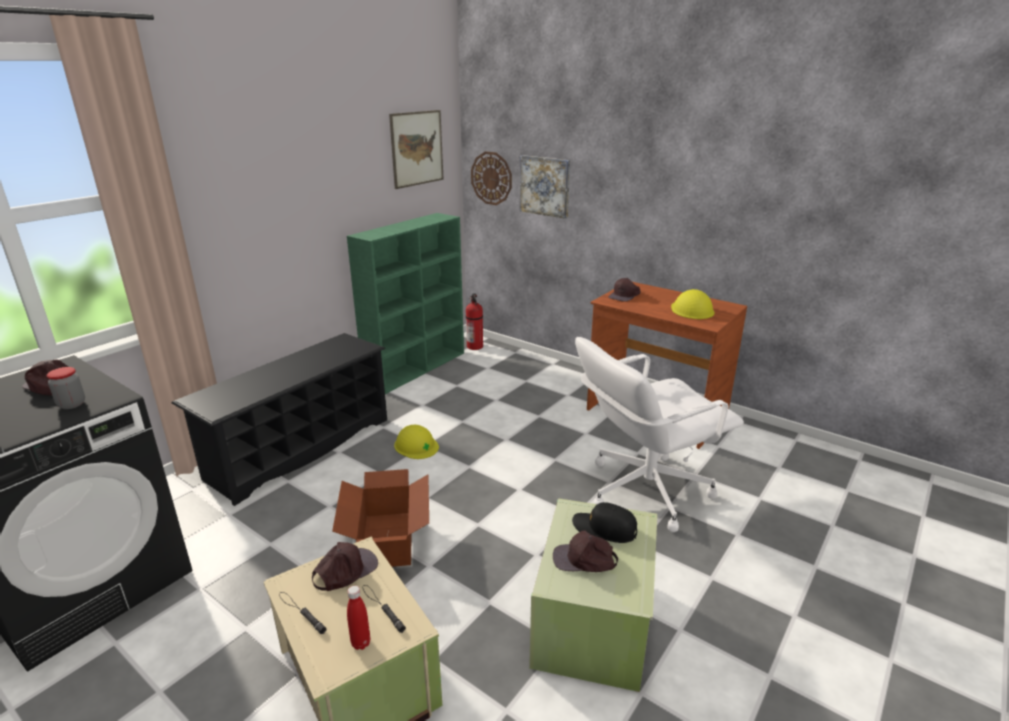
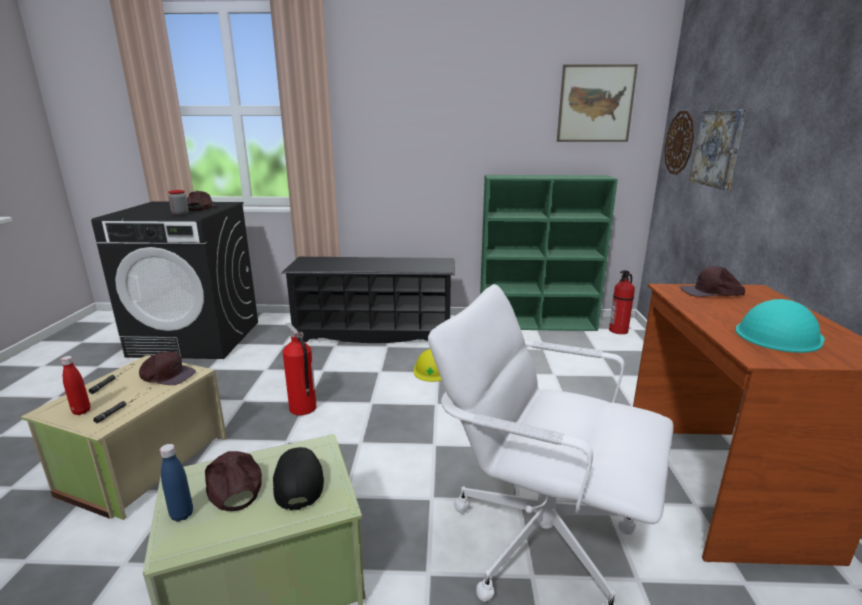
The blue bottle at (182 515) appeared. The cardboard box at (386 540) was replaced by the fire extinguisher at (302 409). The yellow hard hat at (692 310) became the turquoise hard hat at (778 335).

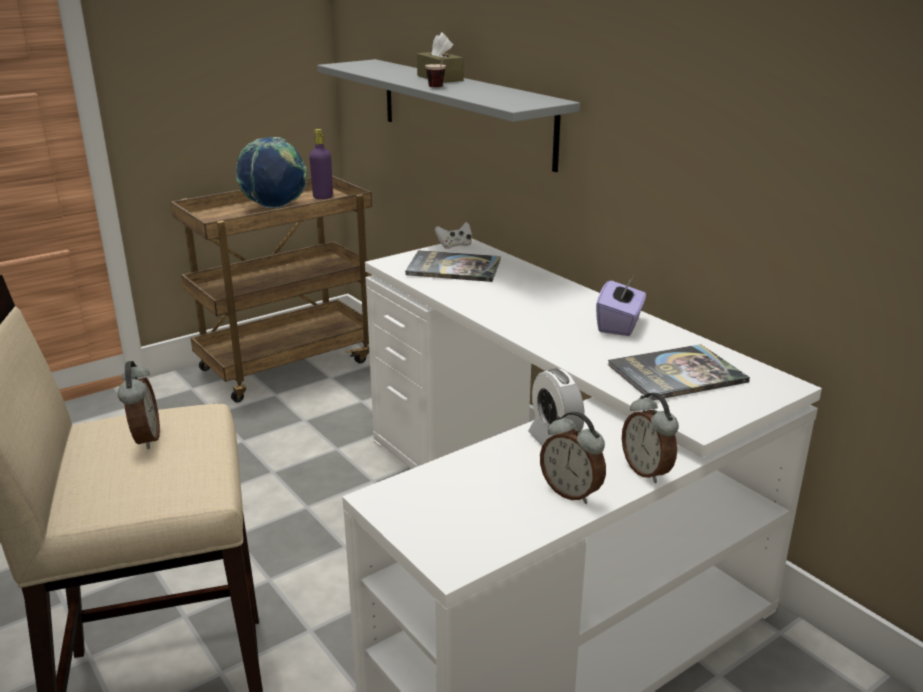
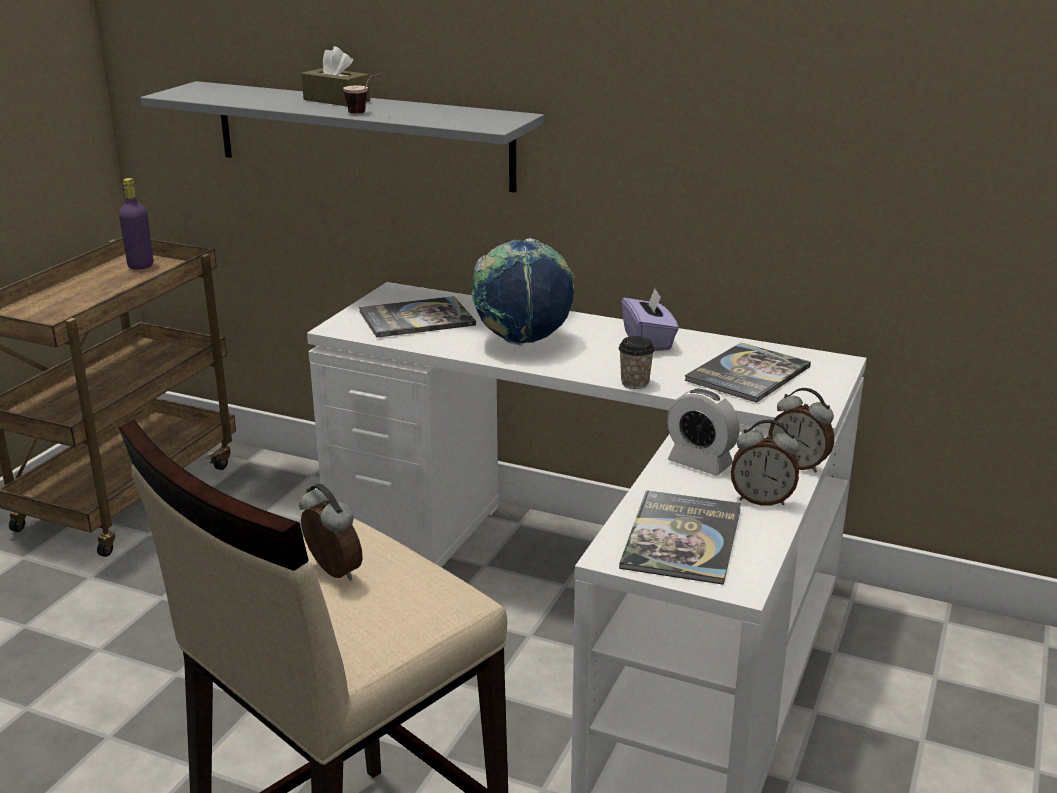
The white game controller at (454 246) disappeared. The cup at (635 383) appeared. The book at (682 538) appeared. The globe moved from (275 207) to (522 341).

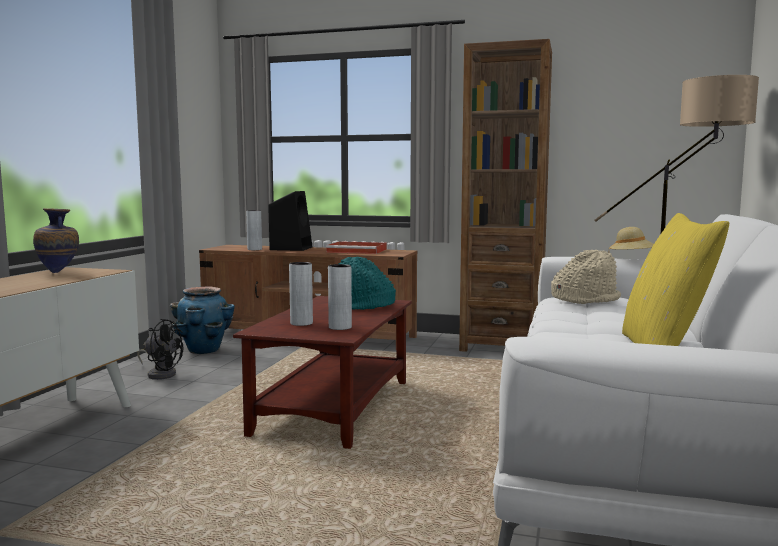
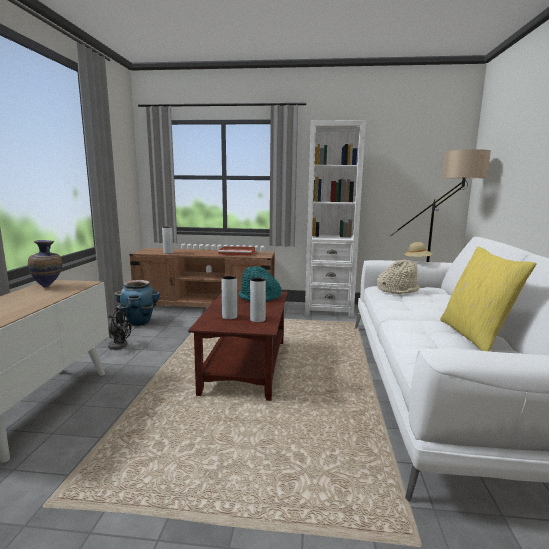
The black speaker at (291 248) disappeared. The brown bookcase at (502 345) became the white bookcase at (328 310).

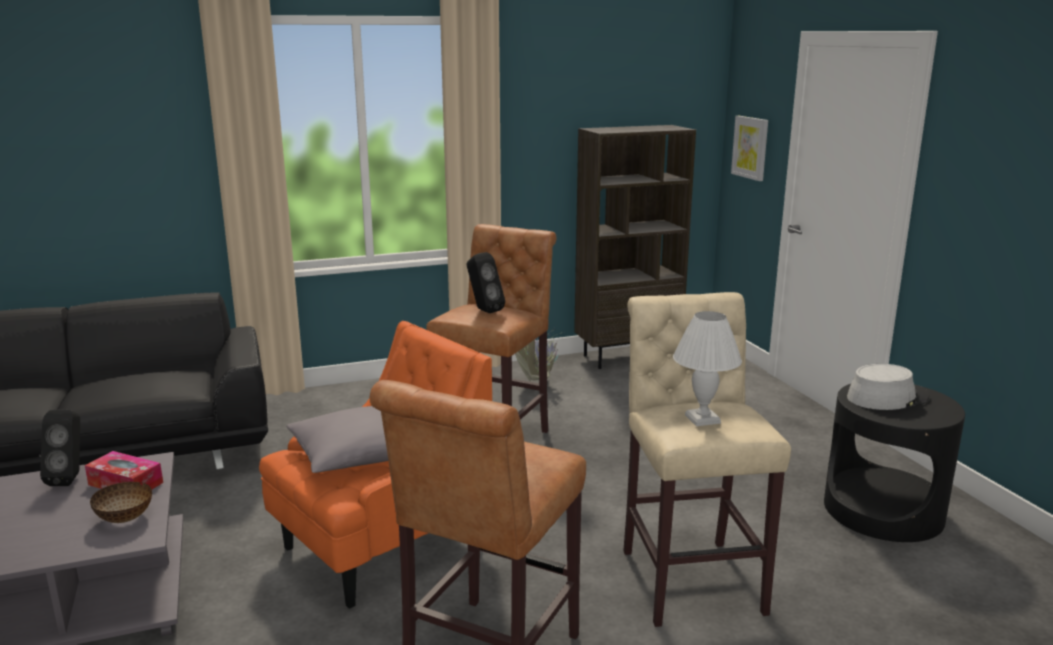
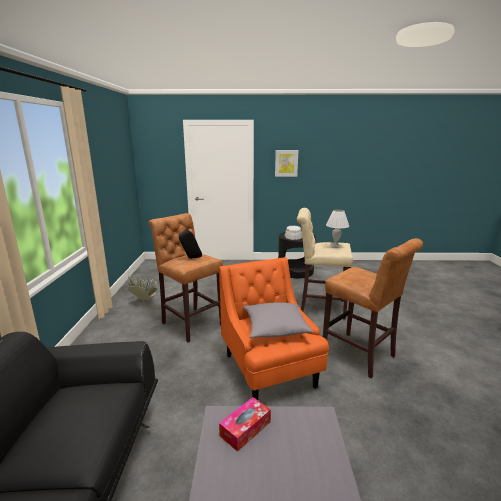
The black speaker at (71 478) disappeared. The bowl at (125 519) disappeared. The brown bookcase at (627 356) disappeared. The picture moved from (750 147) to (286 163).

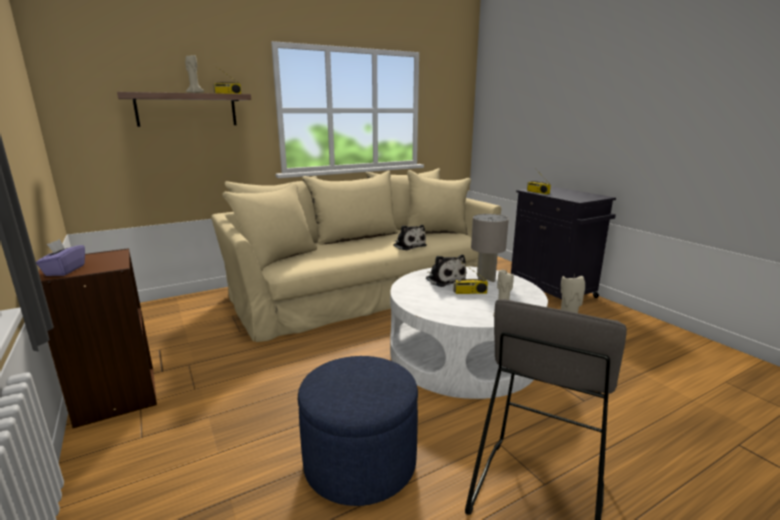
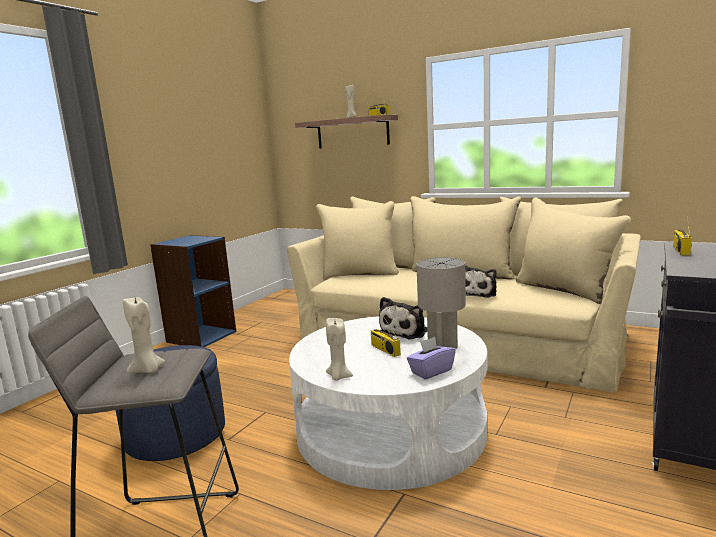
The purple tissue box moved from (64 270) to (431 371). The brown bookcase at (115 396) became the blue bookcase at (201 336).

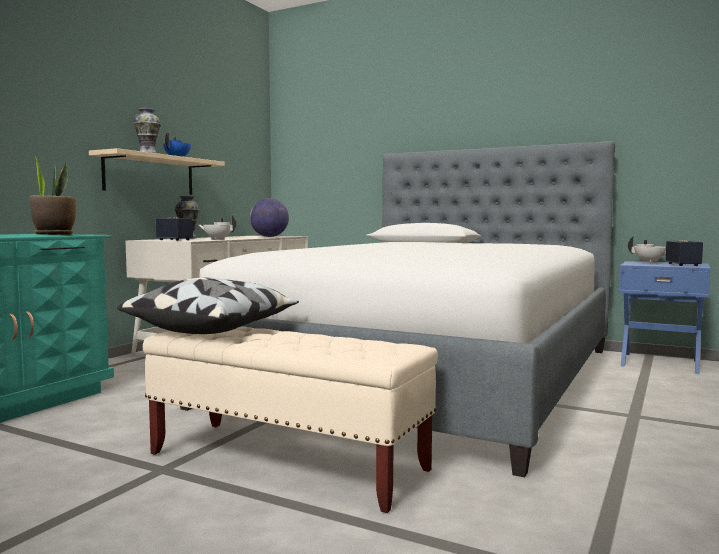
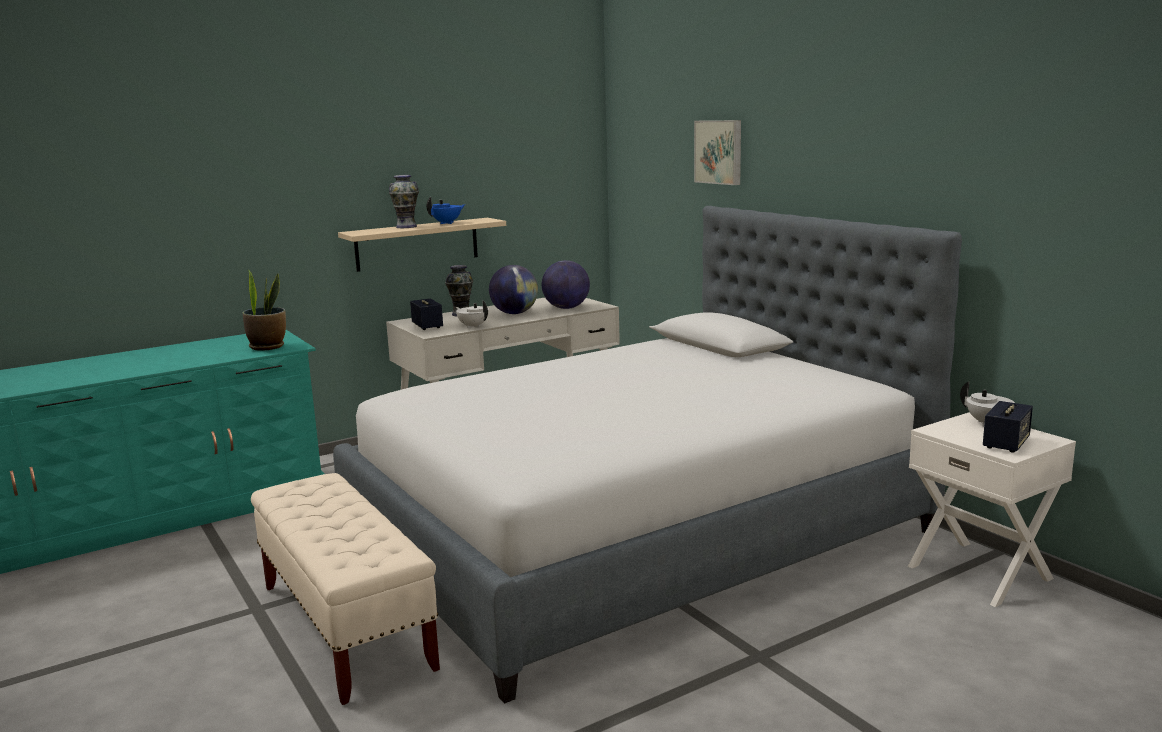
The pillow at (213 329) disappeared. The globe at (514 313) appeared. The picture at (719 152) appeared. The blue nightstand at (660 362) became the white nightstand at (980 572).

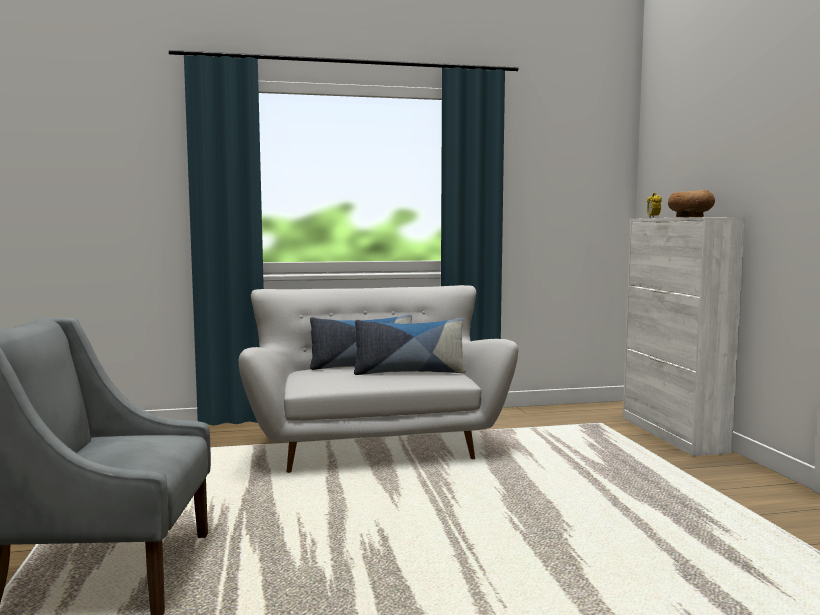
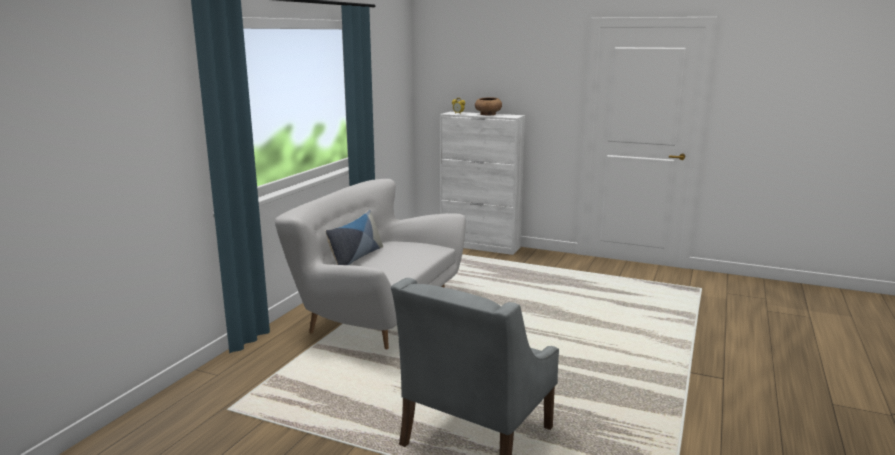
The pillow at (409 372) disappeared.

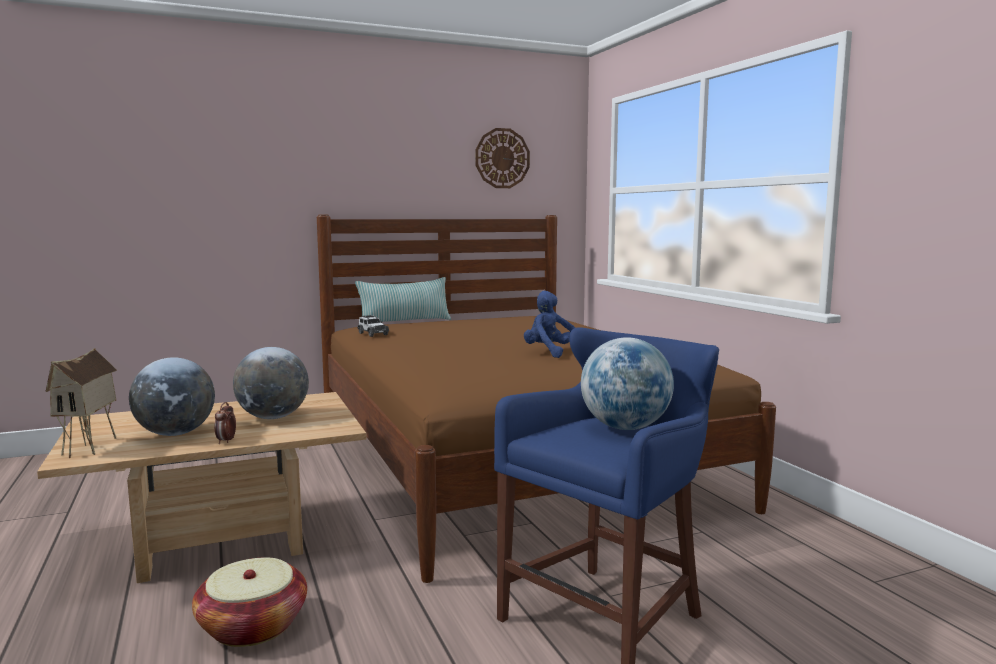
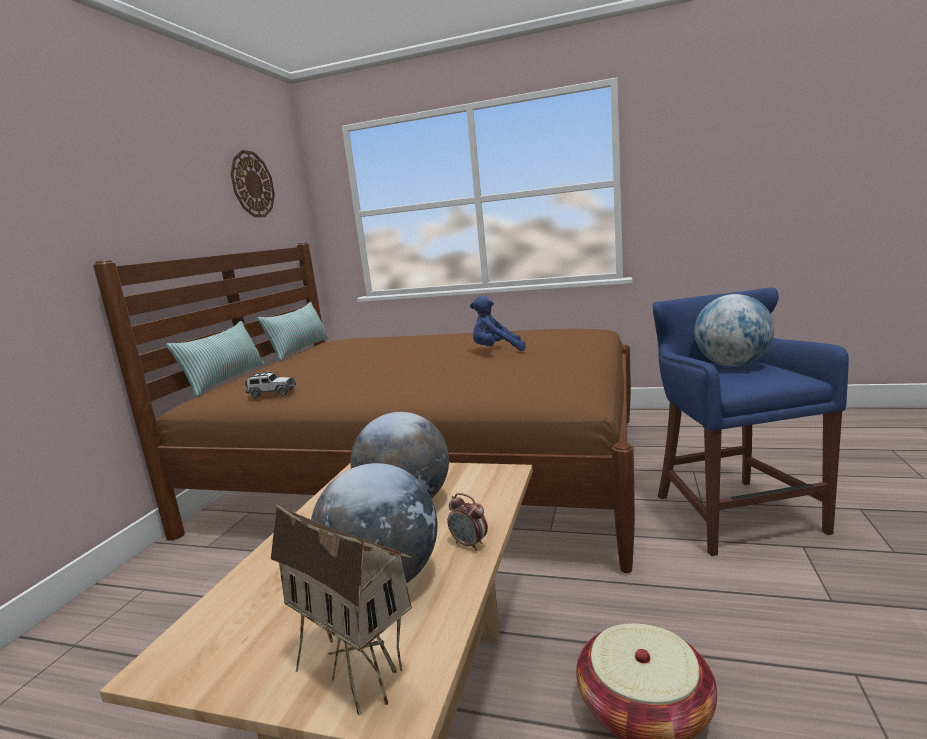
The pillow at (300 350) appeared.

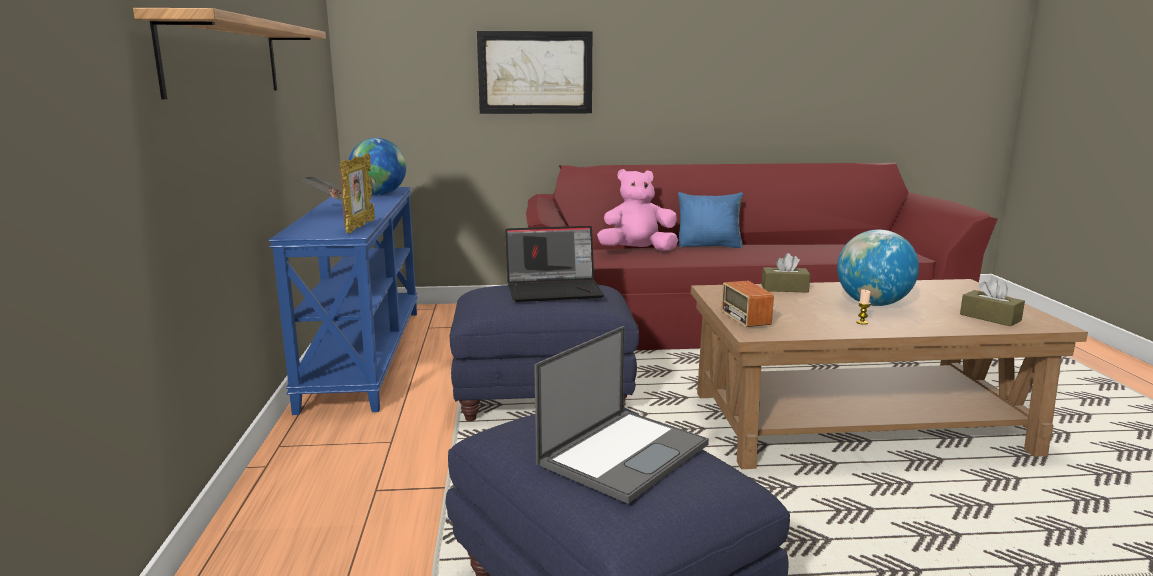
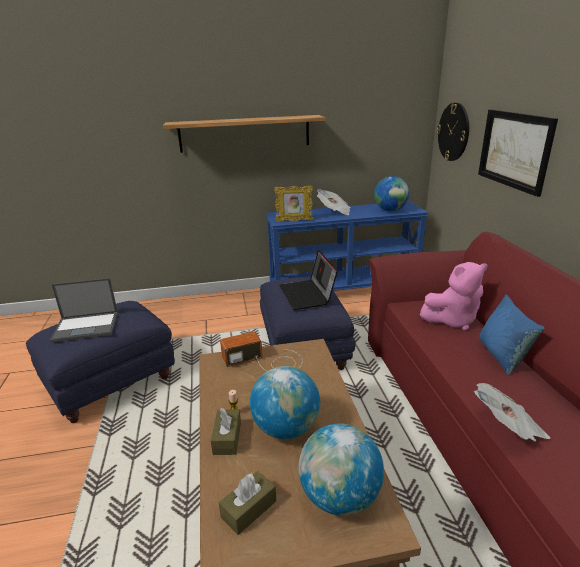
The globe at (339 497) appeared. The wall clock at (453 132) appeared. The newspaper at (507 427) appeared. The brown tissue box moved from (784 288) to (227 438). The laptop at (624 453) turned 45 degrees counterclockwise. The pink plush toy at (637 251) turned 90 degrees clockwise.

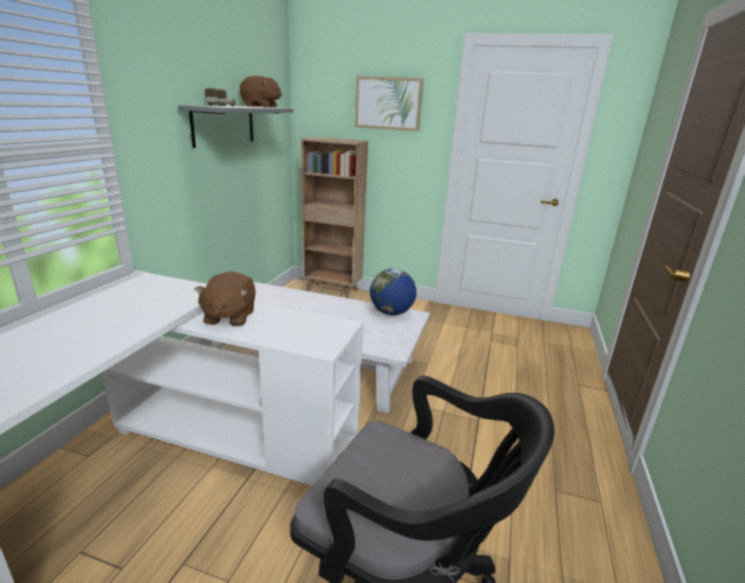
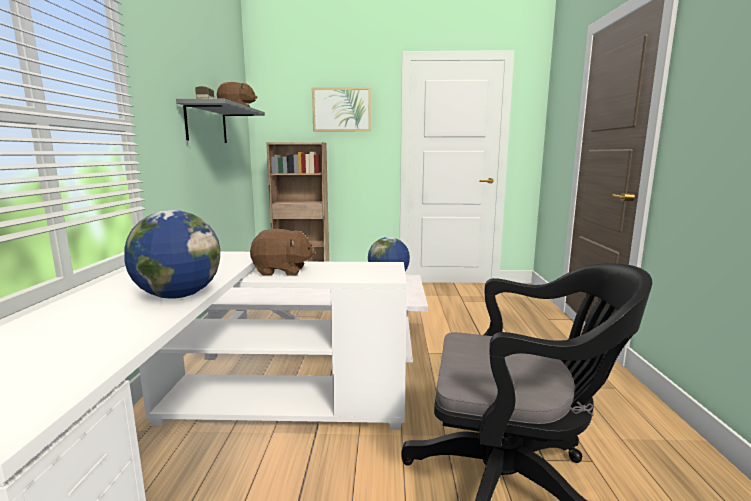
The globe at (178 296) appeared. The brown plush toy at (229 317) turned 75 degrees counterclockwise.

